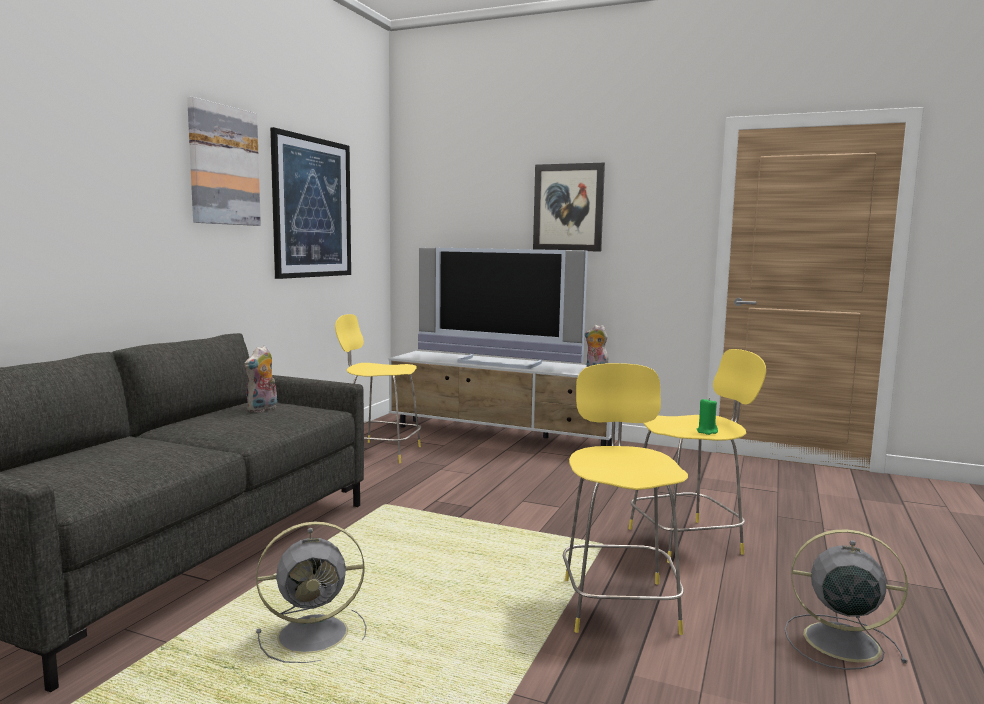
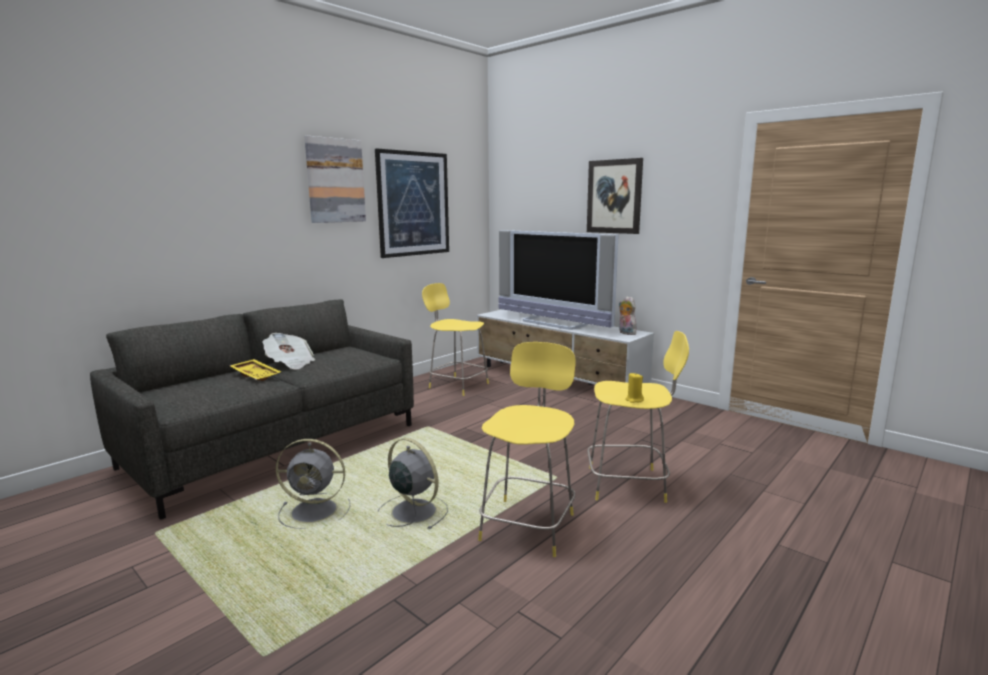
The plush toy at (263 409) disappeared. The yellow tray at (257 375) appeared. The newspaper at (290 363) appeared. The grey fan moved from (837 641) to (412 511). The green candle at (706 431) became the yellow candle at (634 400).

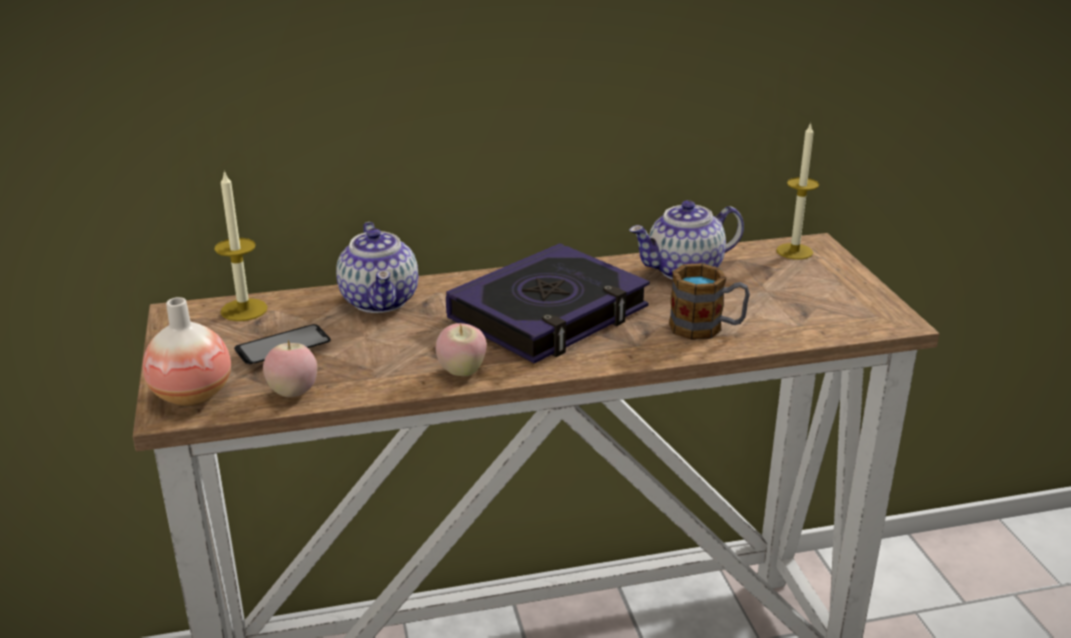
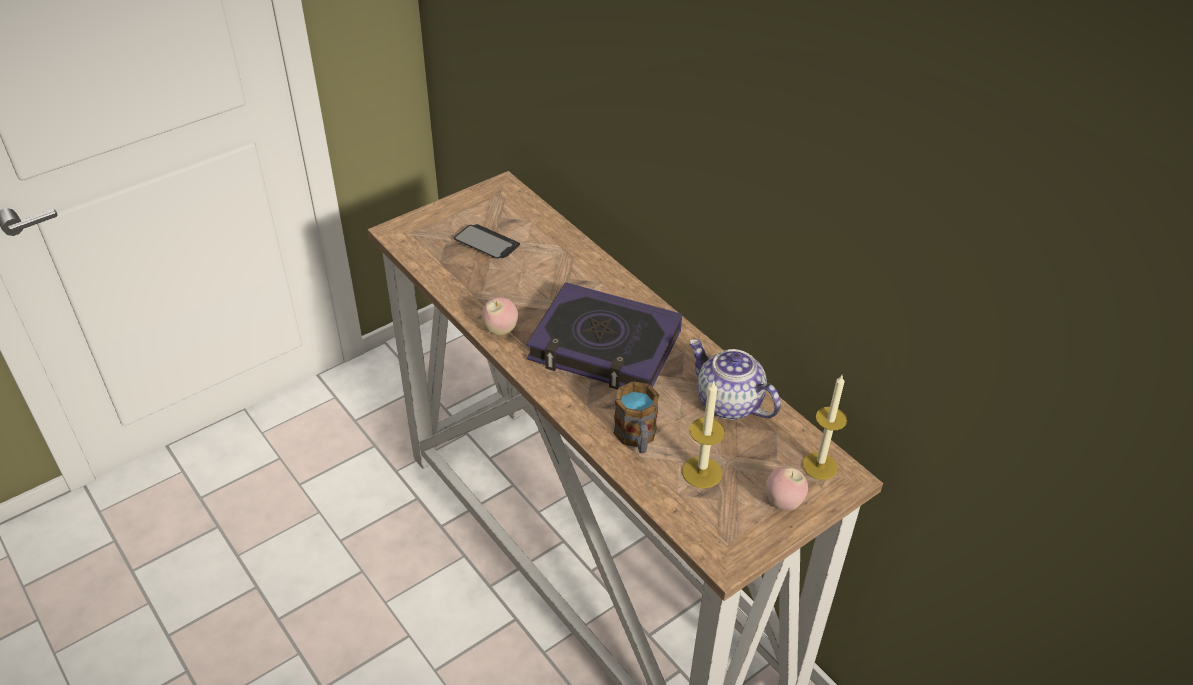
The vase at (192 395) disappeared. The teapot at (381 301) disappeared. The candle moved from (244 310) to (701 472). The apple moved from (293 393) to (783 502).

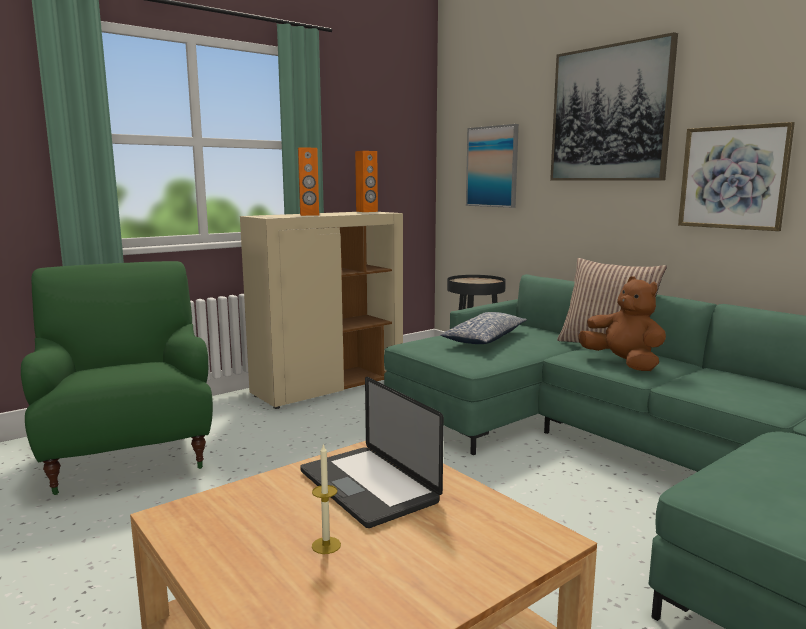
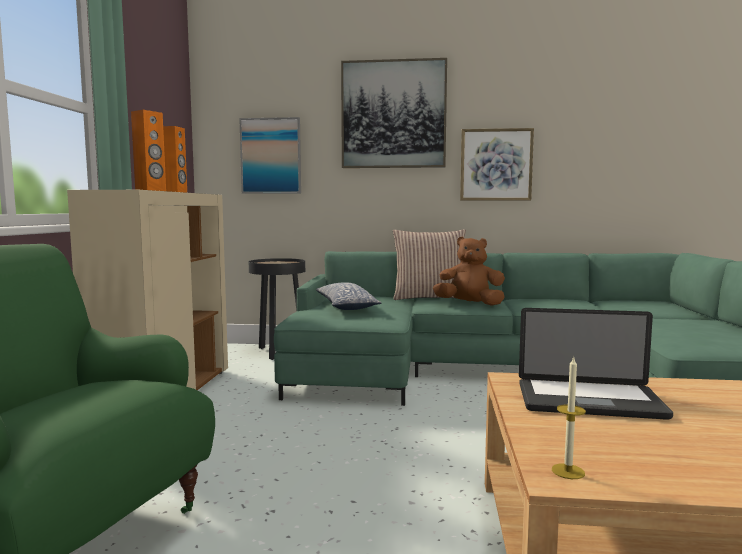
The candle moved from (326 545) to (568 471).

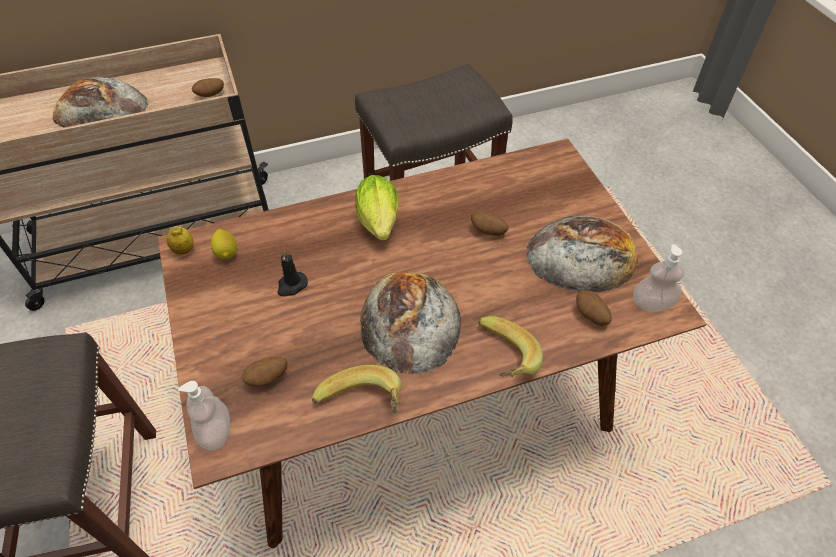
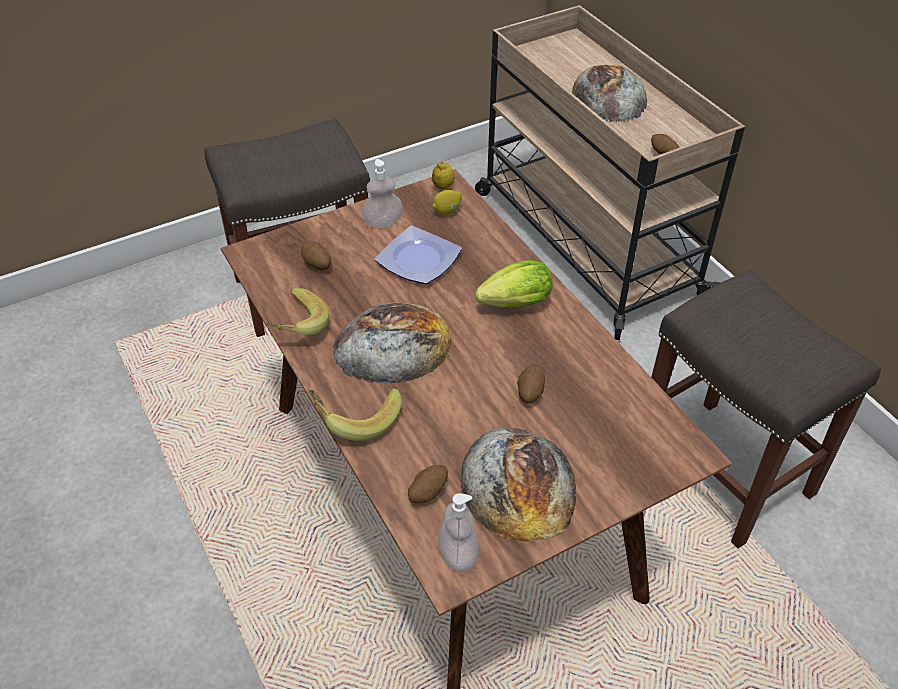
The soap dispenser moved from (215 431) to (383 222). The black candle at (291 285) was replaced by the plate at (418 259).

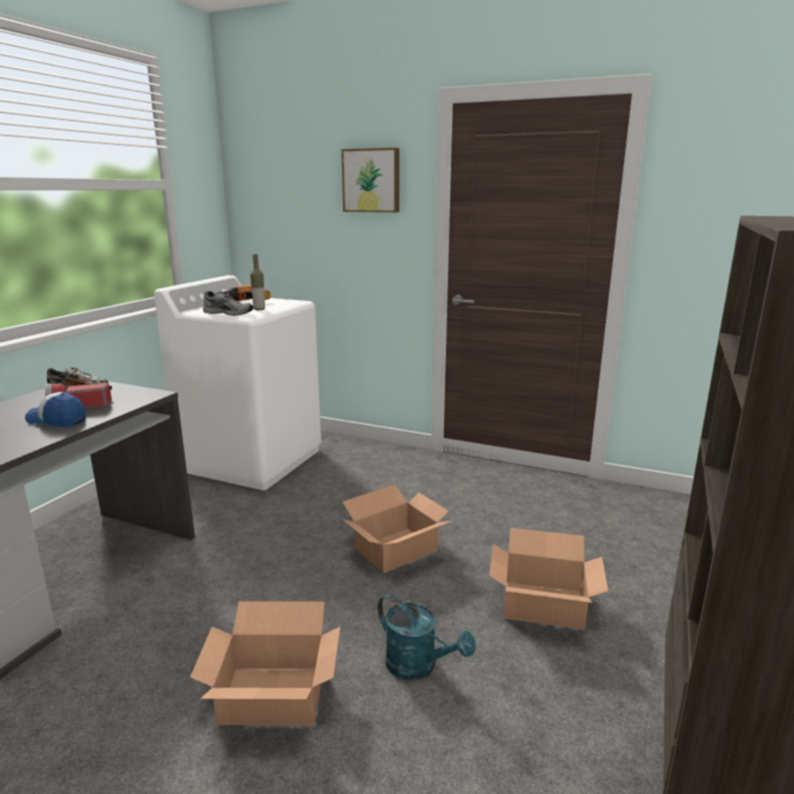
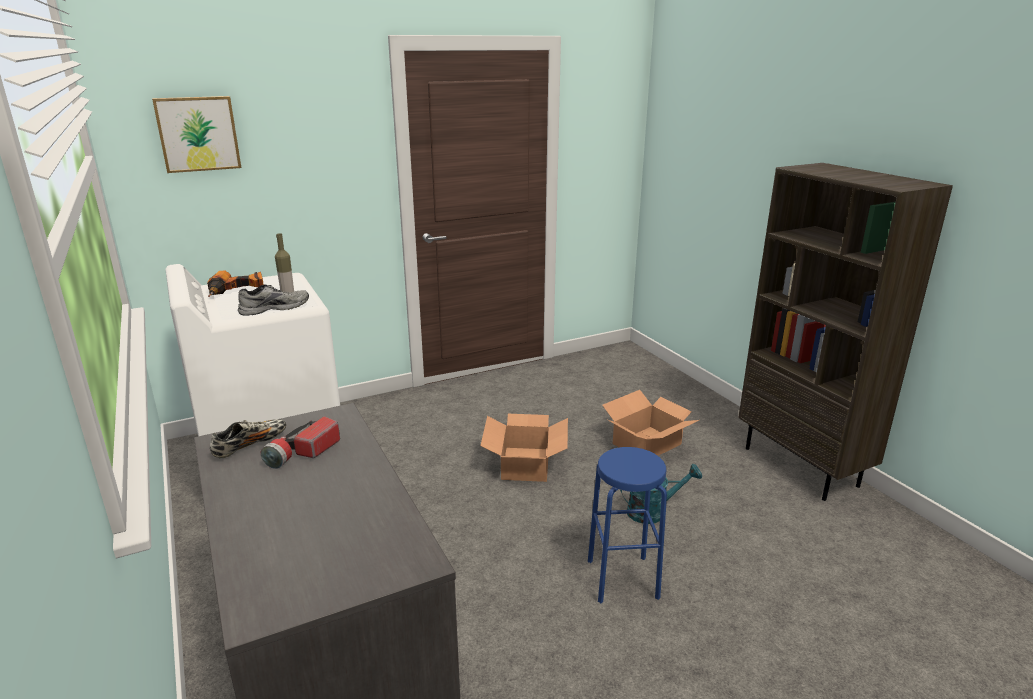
The cap at (57 420) disappeared. The picture moved from (372 180) to (198 133). The cardboard box at (274 696) was replaced by the blue stool at (623 579).

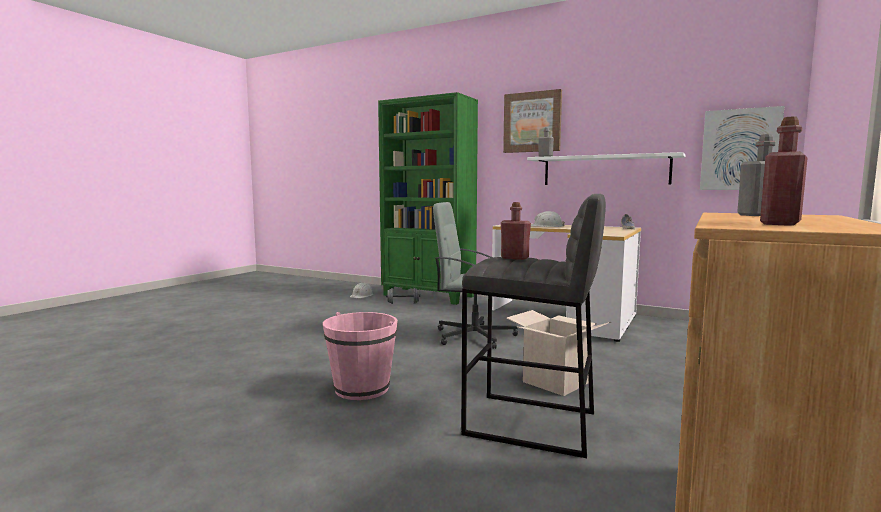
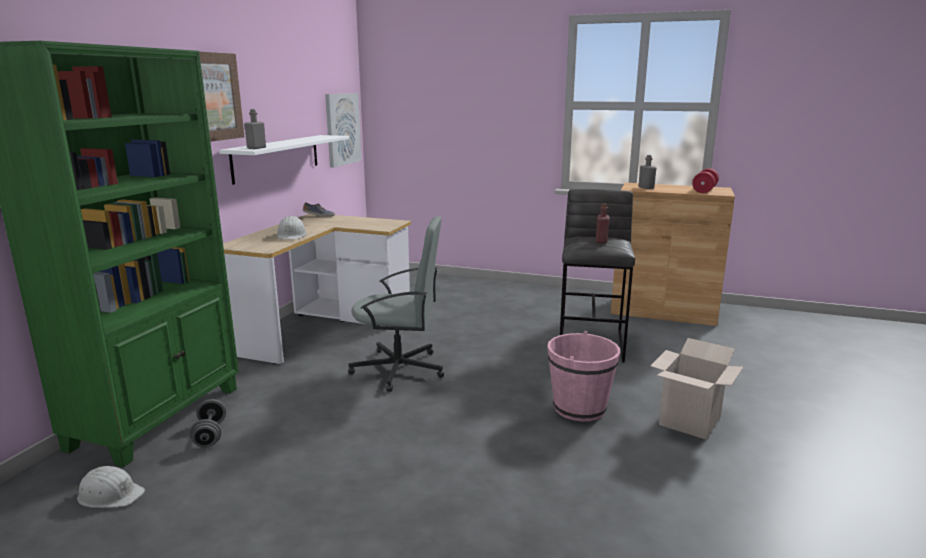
The cardboard box moved from (555 382) to (689 421). The red bottle at (780 223) was replaced by the red dumbbell at (704 190). The grey office chair at (473 336) turned 90 degrees counterclockwise.

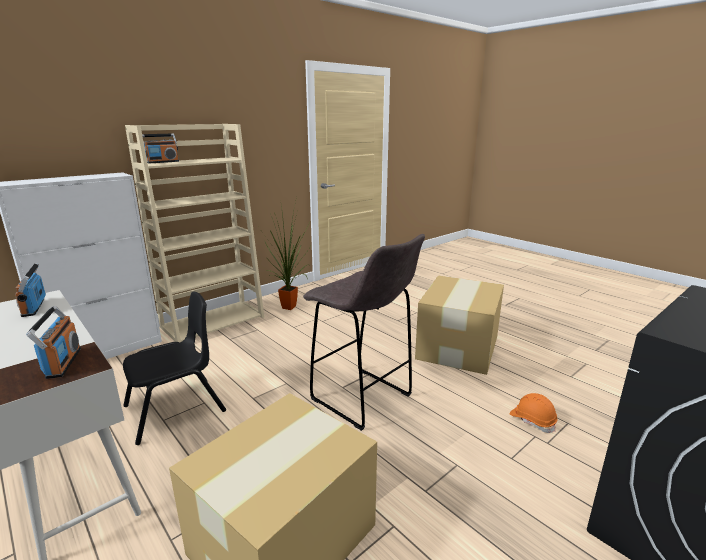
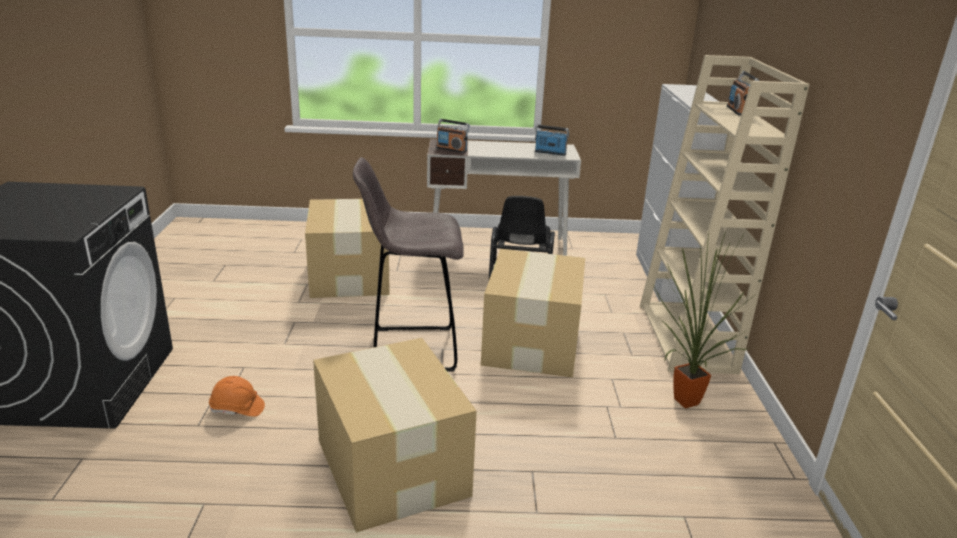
The cardboard box at (530 344) appeared.

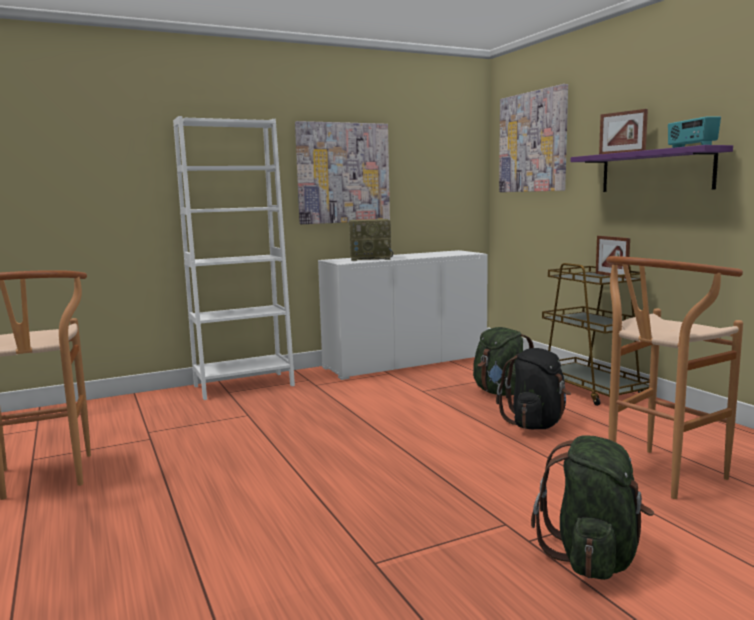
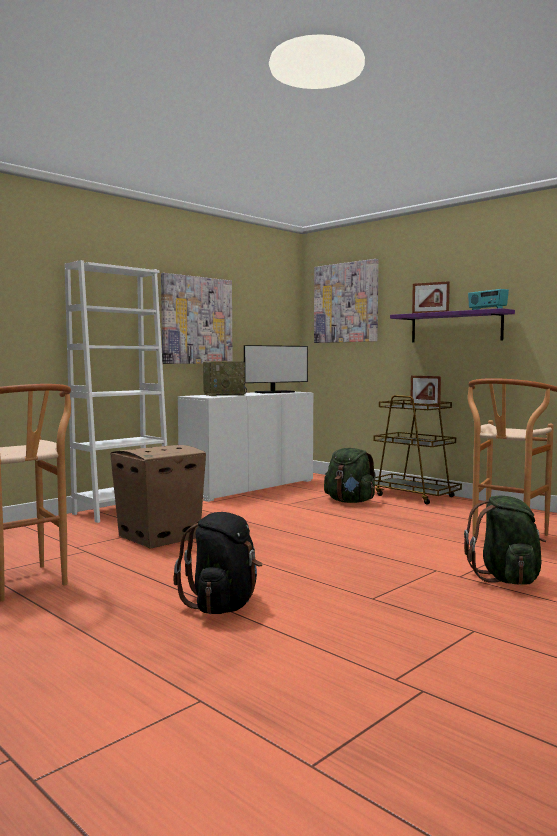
The cardboard box at (160 536) appeared. The monitor at (274 392) appeared. The black backpack moved from (536 424) to (223 606).

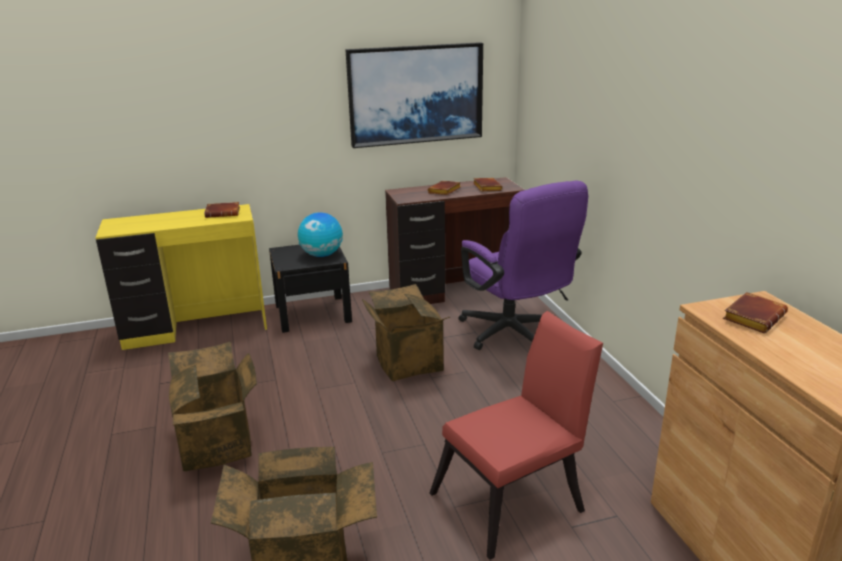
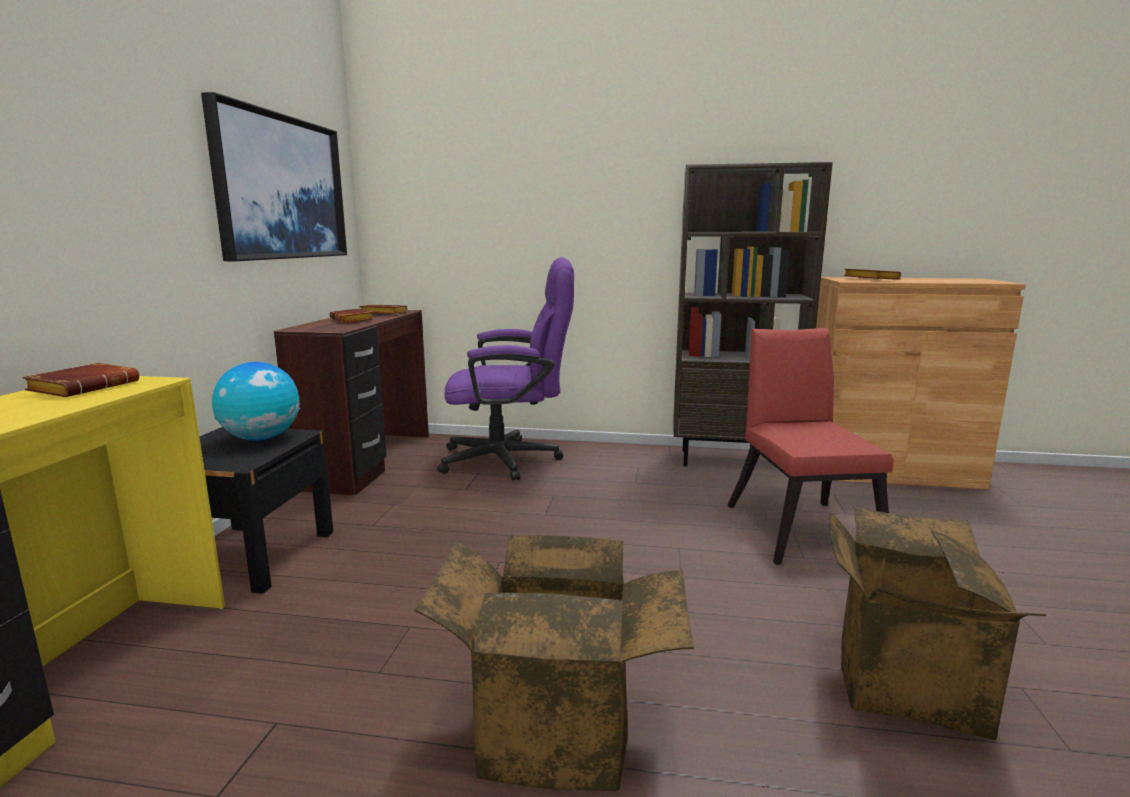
The cardboard box at (405 363) disappeared. The brown bookcase at (733 460) appeared.

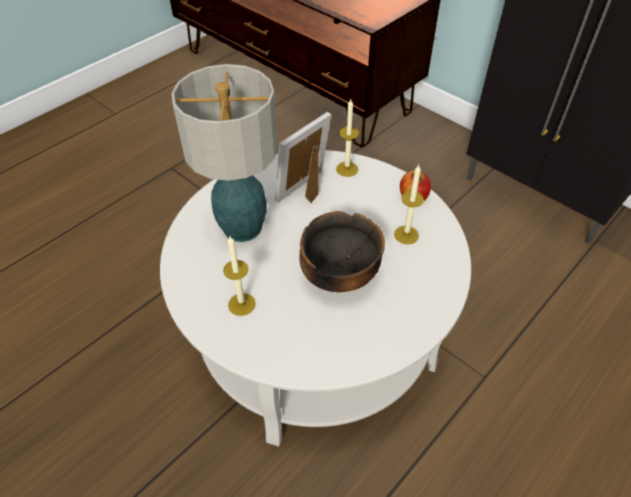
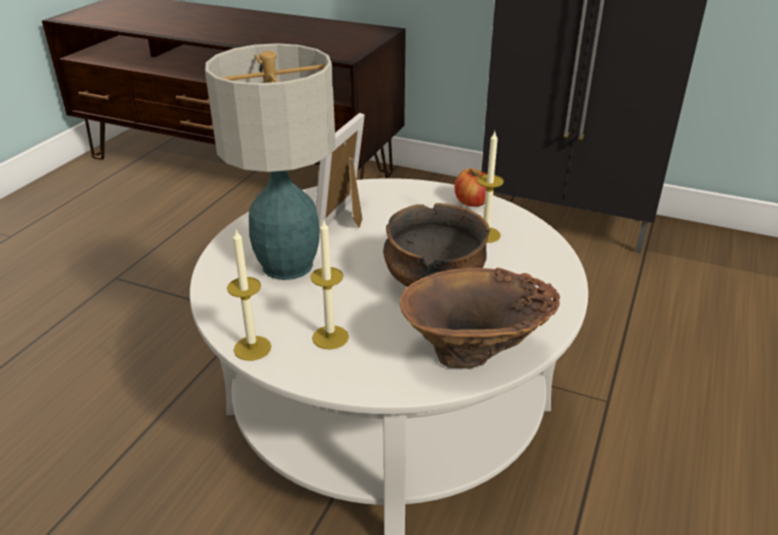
The brown vase at (475 357) appeared. The candle moved from (347 169) to (252 348).

